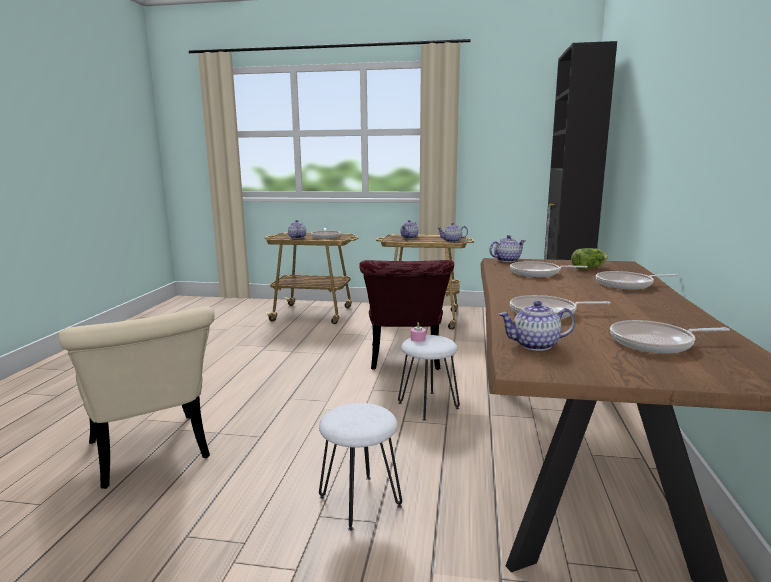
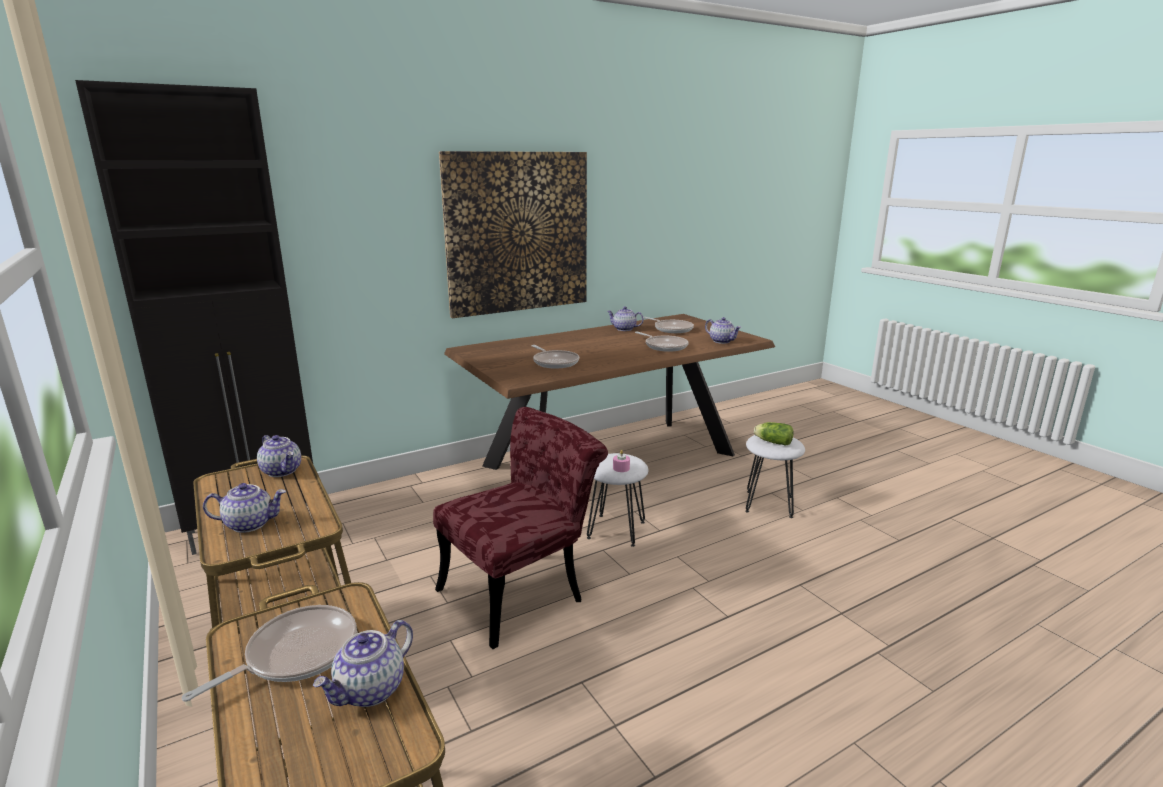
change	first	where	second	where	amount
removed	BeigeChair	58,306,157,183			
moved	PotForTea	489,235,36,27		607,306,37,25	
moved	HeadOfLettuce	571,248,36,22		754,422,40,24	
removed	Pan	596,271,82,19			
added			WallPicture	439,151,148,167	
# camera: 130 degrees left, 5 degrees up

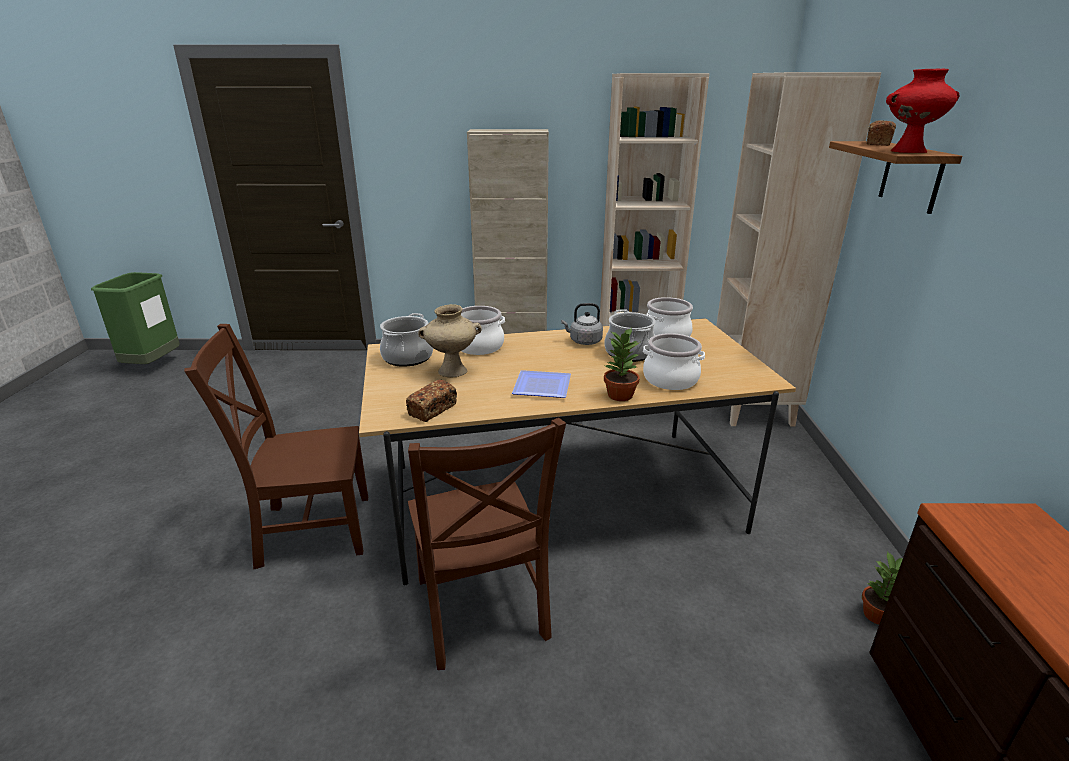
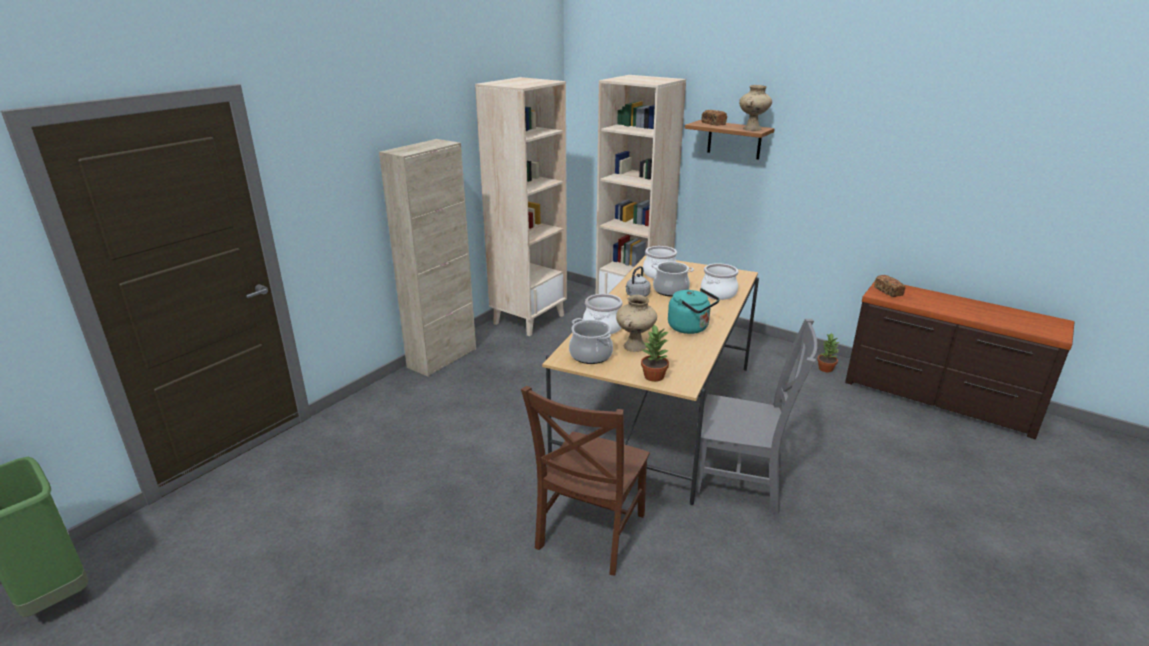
change	first	where	second	where	amount
moved	BakedBread	406,379,51,43		874,275,31,22	
recoloured	BrownColouredChair	408,418,158,252	GrayChair	695,319,123,195	
replaced	FlatDish	512,370,59,28	BlueGreenWaterKettle	668,288,52,46	
moved	PlantInAPot	603,328,37,73		641,325,28,57	
recoloured	RedColouredFlowerVase	886,69,74,84	BeigeFlowerVase	739,85,33,46	
# camera: 55 degrees left, 0 degrees up

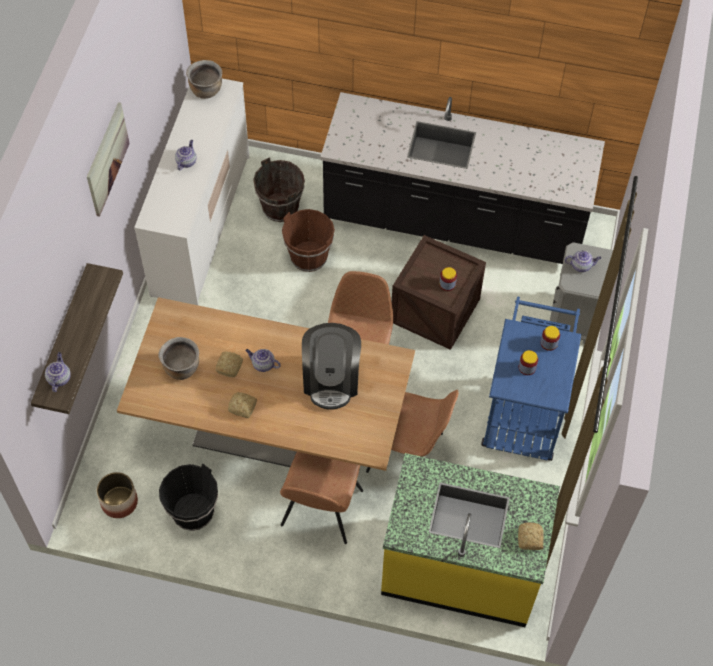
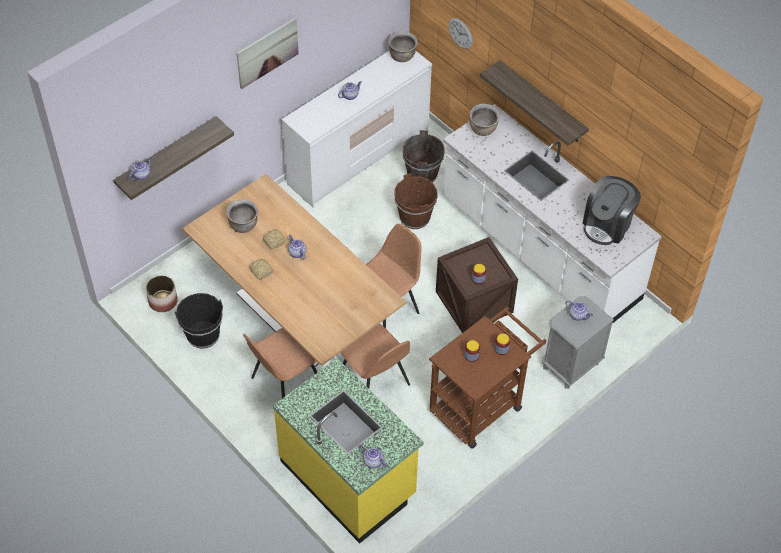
change	first	where	second	where	amount
moved	CoffeeMaker	302,323,59,87		583,176,58,69	
recoloured	BlackCounter	320,92,285,172	WhiteCounter	443,104,219,220	
recoloured	BlueColouredWheeledCart	481,296,100,165	BrownColouredWheeledCart	429,307,117,142	
replaced	BakedBread	518,522,26,28	PotForTea	359,445,28,23	
added			ClockOnTheWall	449,18,24,31	
added			BrownColouredCookingPot	470,104,30,32	
added			Shelf	480,60,109,86	
# camera: 35 degrees right, 5 degrees down

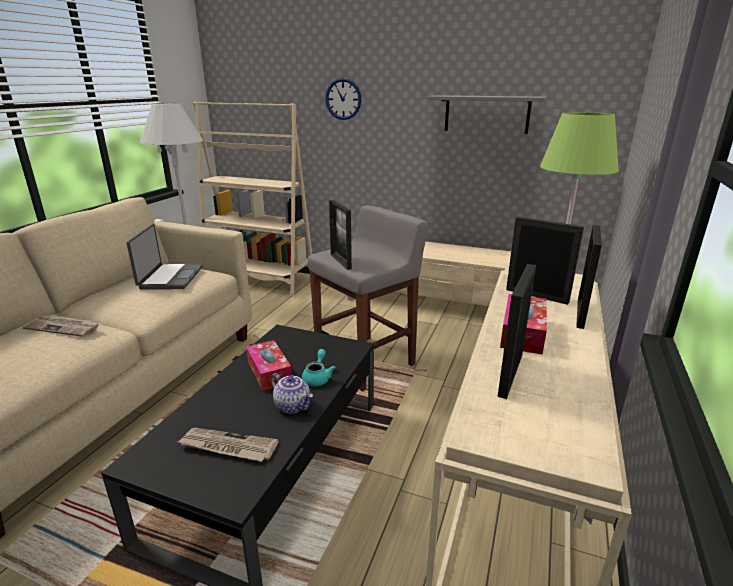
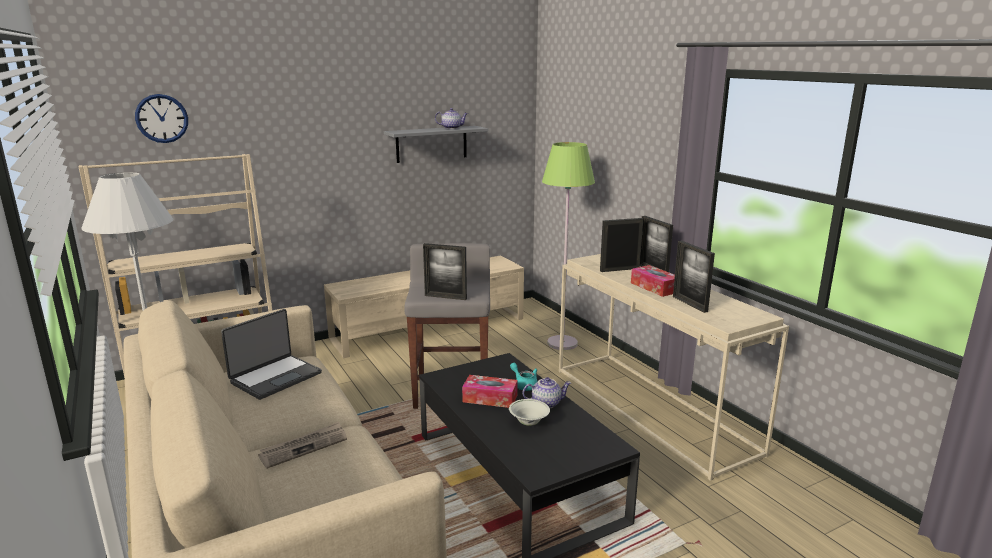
change	first	where	second	where	amount
turned	Laptop	126,224,77,66		221,309,101,91	90 degrees clockwise
removed	Newspaper	178,428,100,34			
moved	ClockOnTheWall	325,78,36,42		135,94,53,49	
added			PotForTea	435,108,33,21	
added			WhiteDeepDish	509,399,41,27	
# camera: 50 degrees left, 5 degrees down

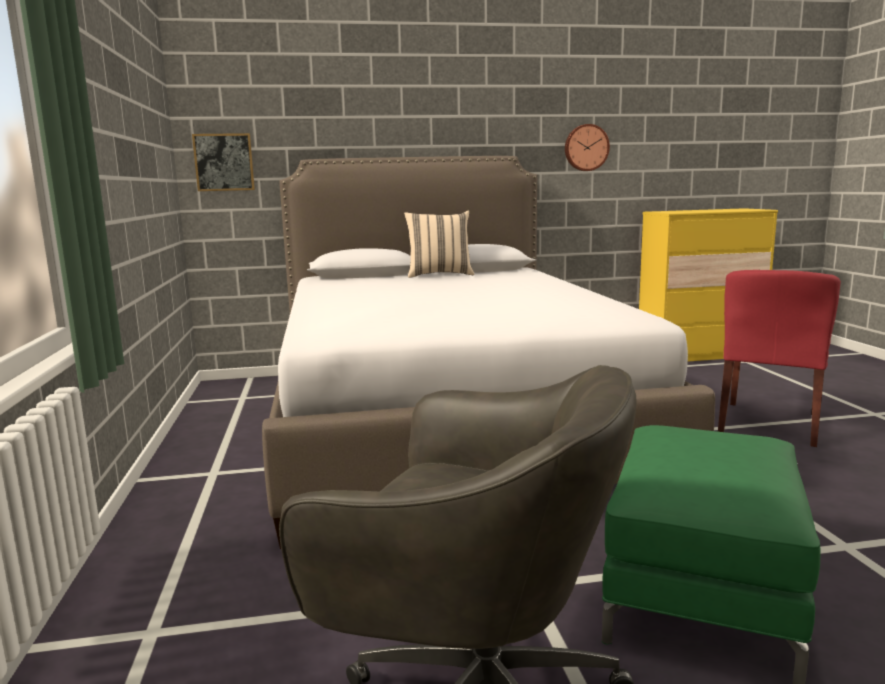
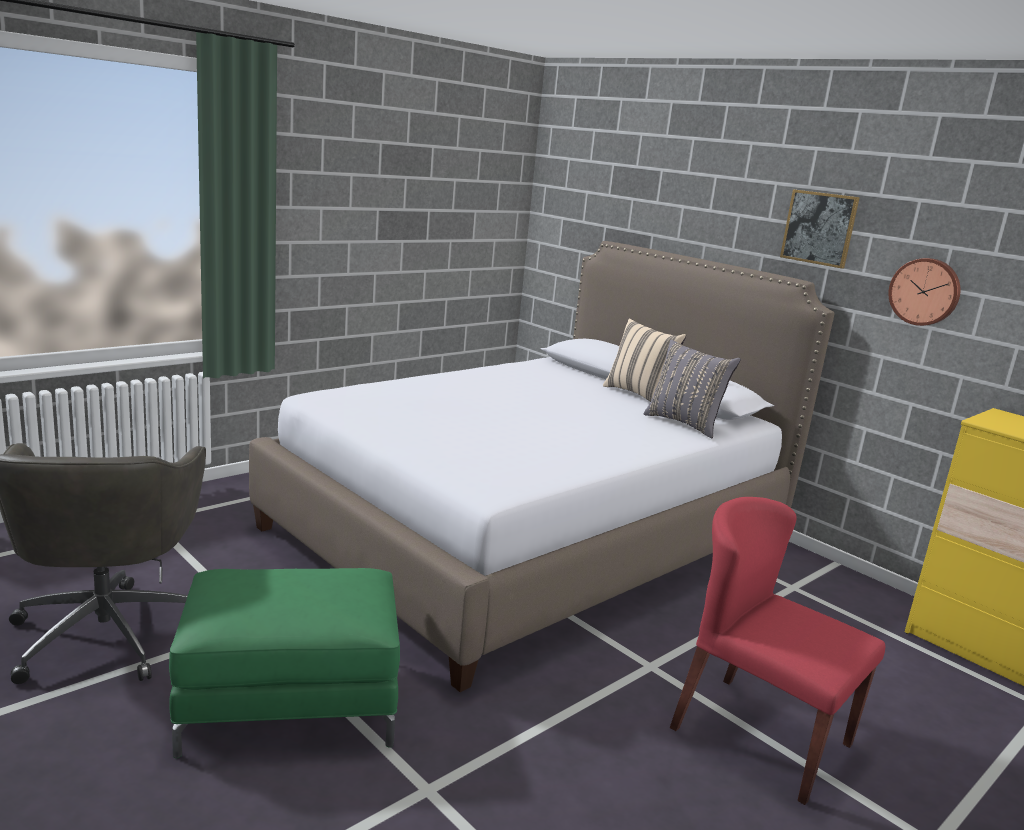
change	first	where	second	where	amount
moved	WallPicture	192,133,63,58		780,189,80,79	
turned	RedColouredChair	718,270,123,177		670,497,215,308	45 degrees clockwise
added			GrayThrowPillow	644,340,97,98	
# camera: 55 degrees right, 5 degrees up

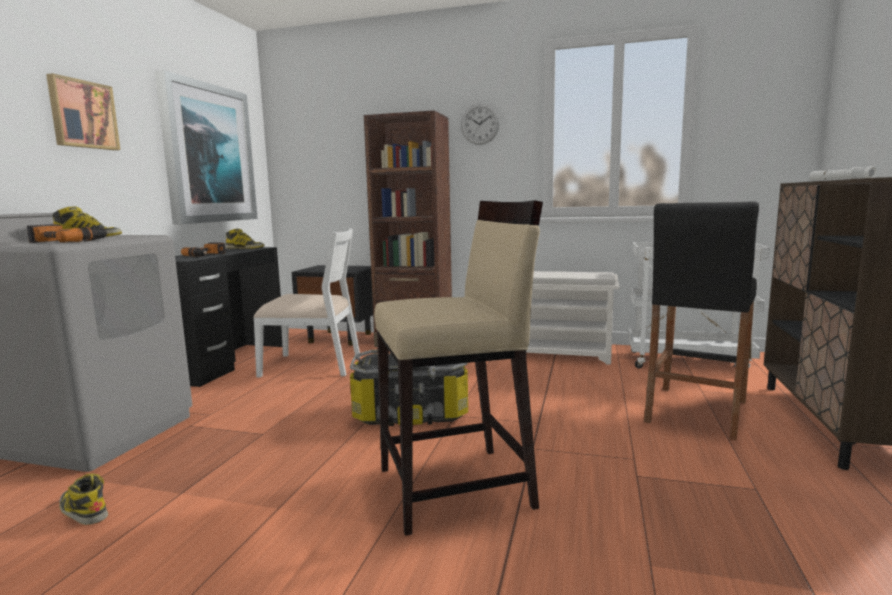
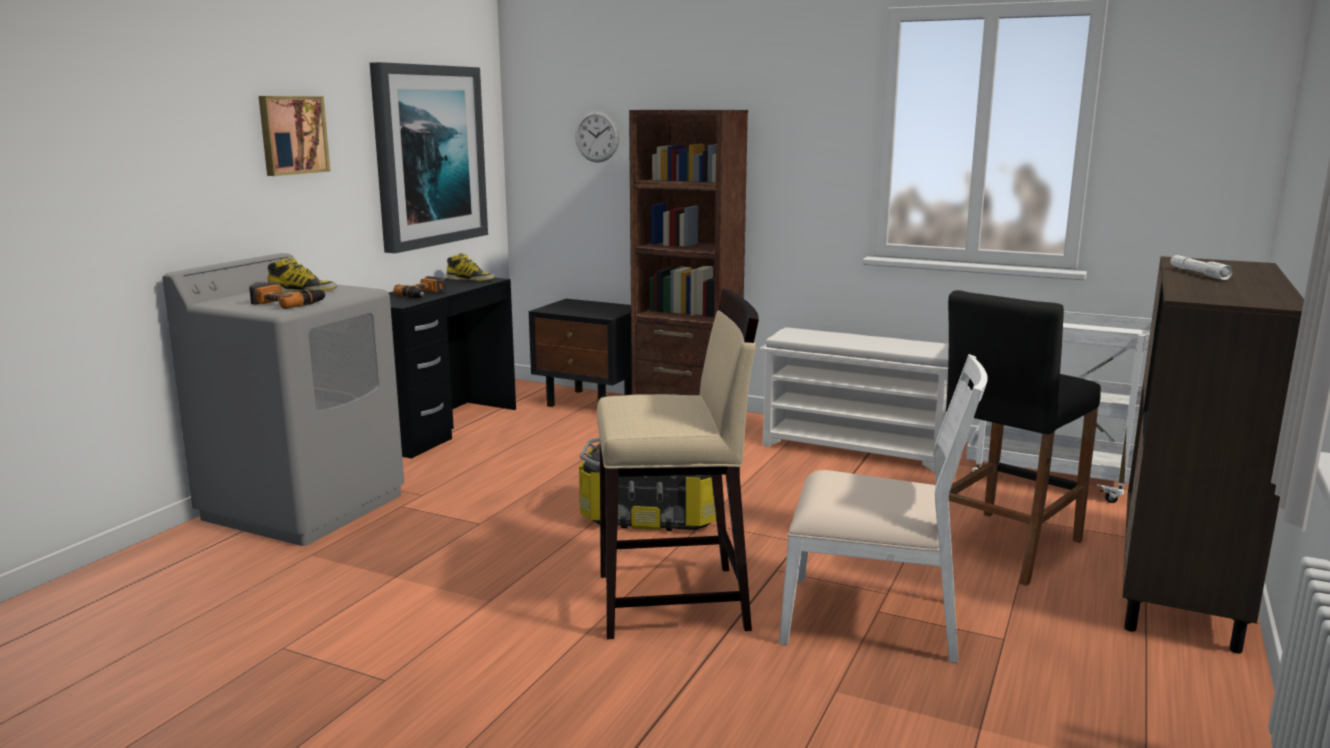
change	first	where	second	where	amount
removed	Boot	59,474,49,51			
moved	WhiteChair	253,228,108,149		779,354,209,309	
moved	ClockOnTheWall	461,104,39,41		575,110,44,53	
# camera: 10 degrees right, 5 degrees up

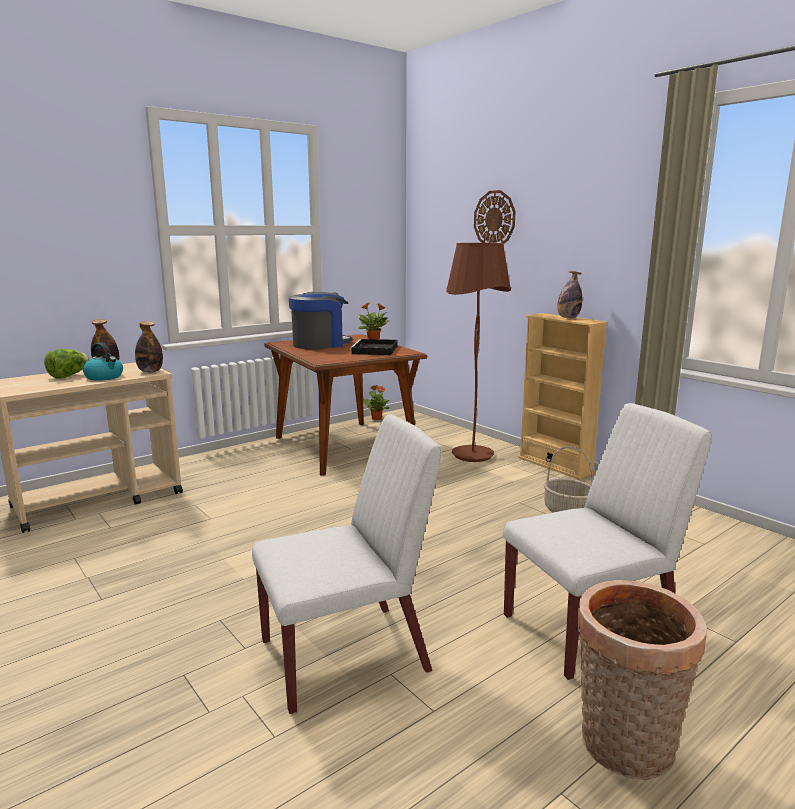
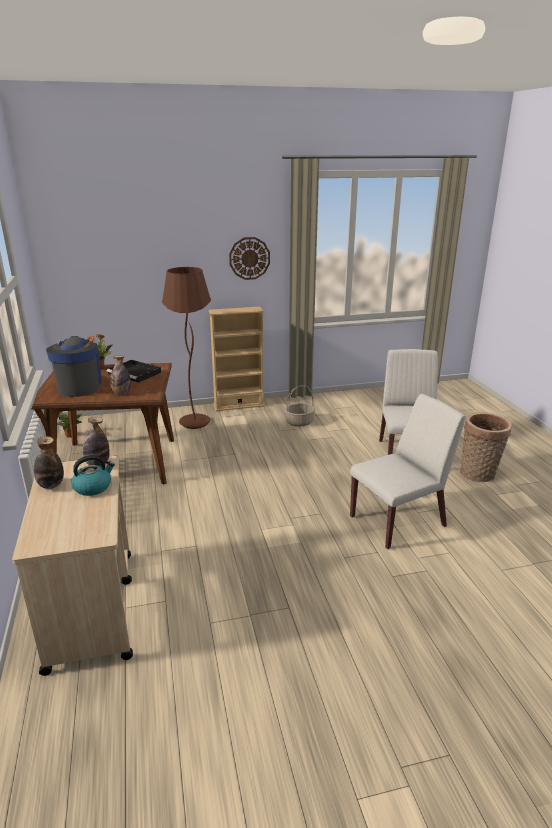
change	first	where	second	where	amount
removed	HeadOfLettuce	44,349,45,30			
turned	WhiteChair	252,414,189,300		350,394,115,155	60 degrees clockwise
moved	ClockOnTheWall	474,190,42,54		229,237,41,43	
moved	Bottle	557,271,25,47		110,356,21,39	
# camera: 65 degrees left, 10 degrees up

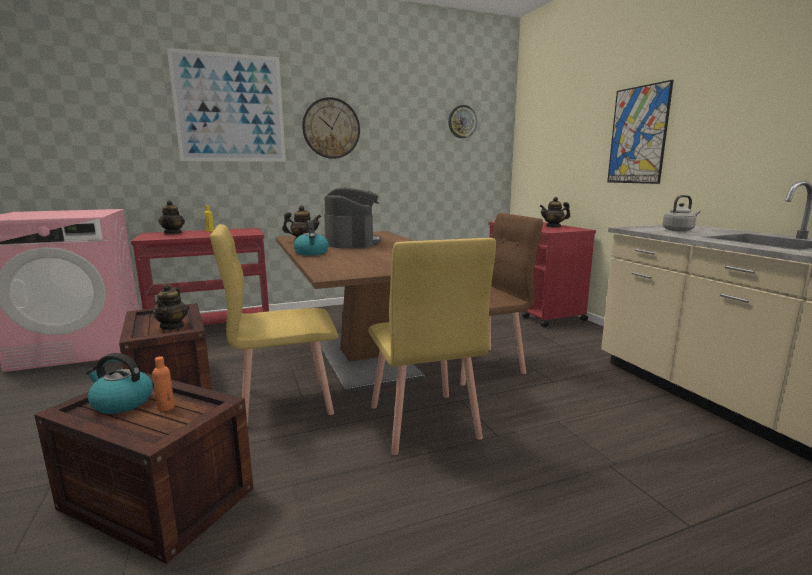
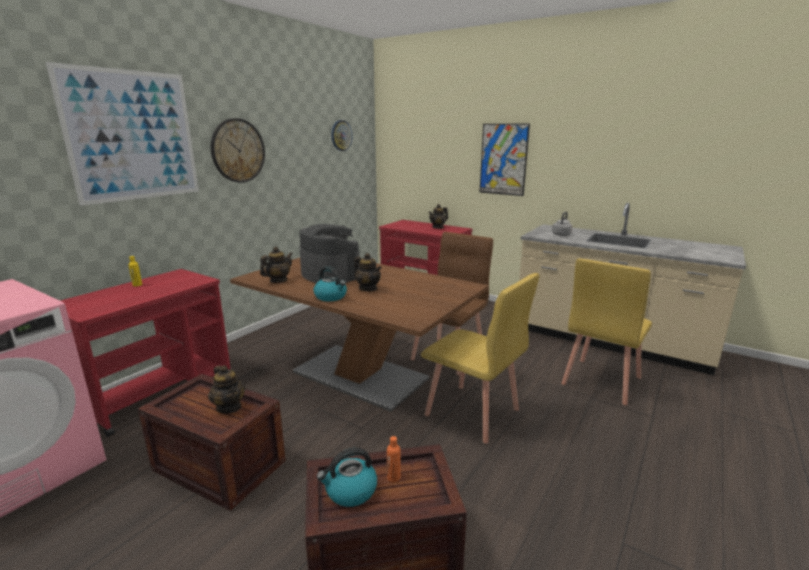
change	first	where	second	where	amount
moved	PotForTea	158,200,27,34		354,253,27,38	
moved	YellowColouredChair	210,224,128,203		561,259,91,146	
# camera: 35 degrees left, 5 degrees up

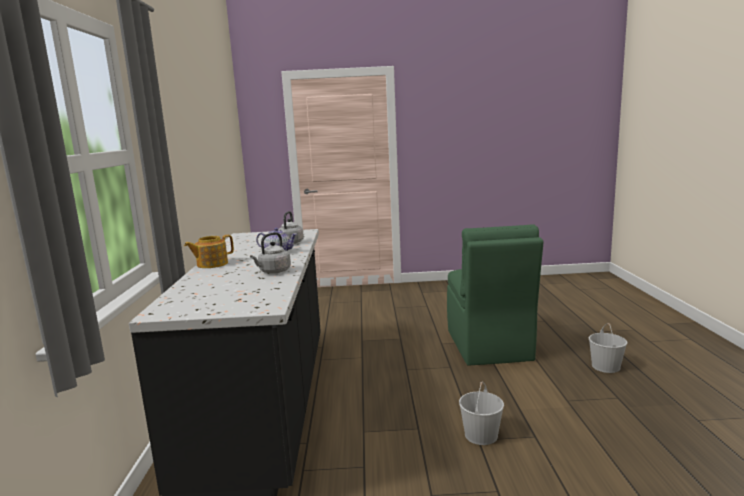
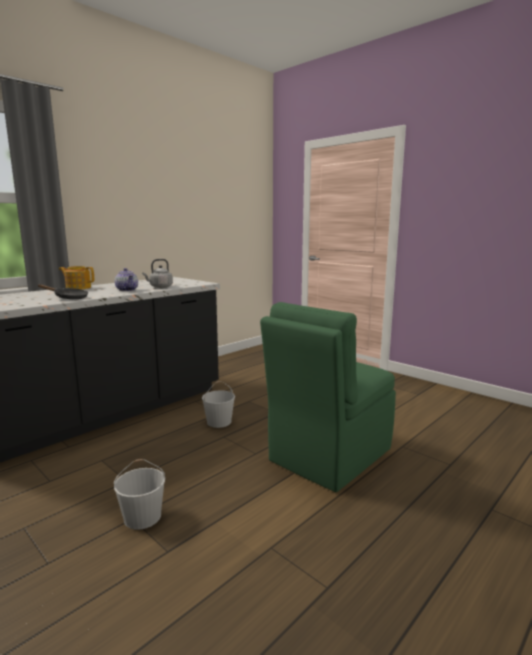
change	first	where	second	where	amount
replaced	GrayWaterKettle	250,232,41,42	BlackPan	38,284,50,15	
moved	WhiteBucket	589,323,39,50		202,381,33,47	
# camera: 45 degrees right, 0 degrees up

